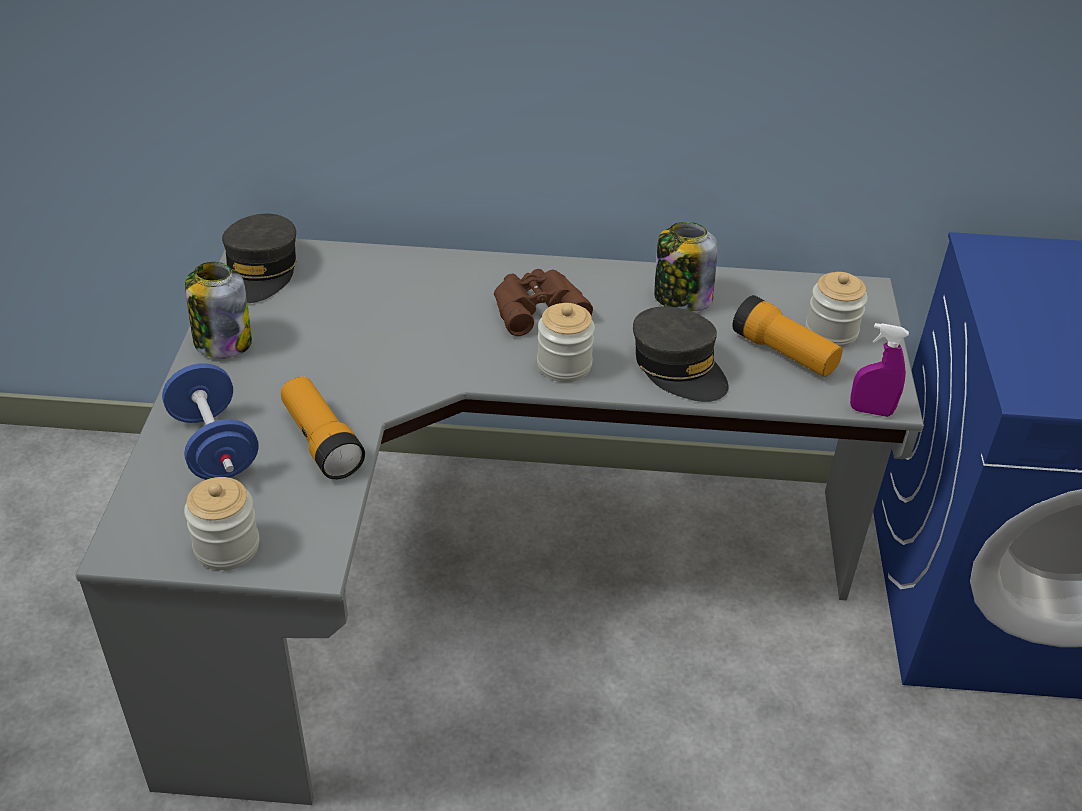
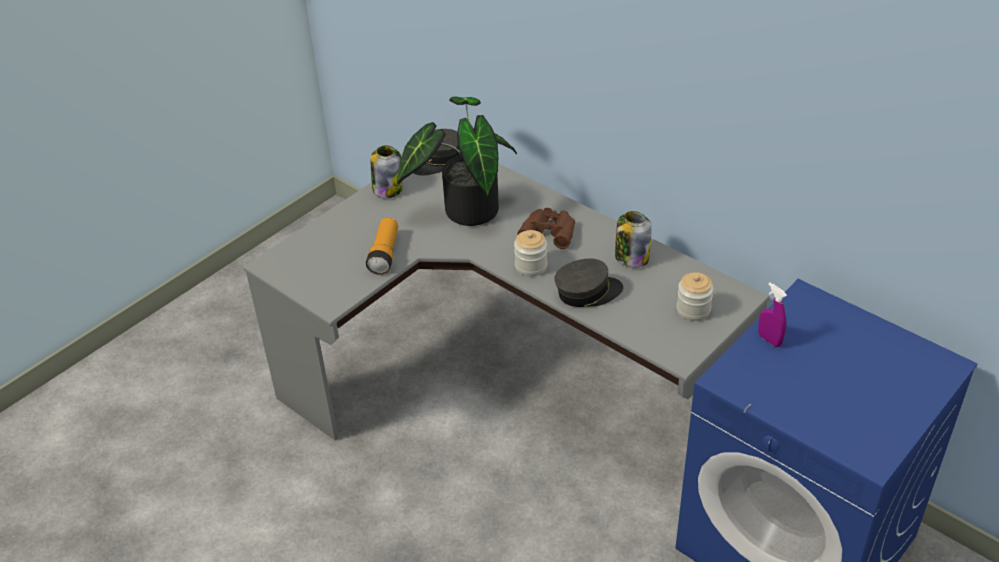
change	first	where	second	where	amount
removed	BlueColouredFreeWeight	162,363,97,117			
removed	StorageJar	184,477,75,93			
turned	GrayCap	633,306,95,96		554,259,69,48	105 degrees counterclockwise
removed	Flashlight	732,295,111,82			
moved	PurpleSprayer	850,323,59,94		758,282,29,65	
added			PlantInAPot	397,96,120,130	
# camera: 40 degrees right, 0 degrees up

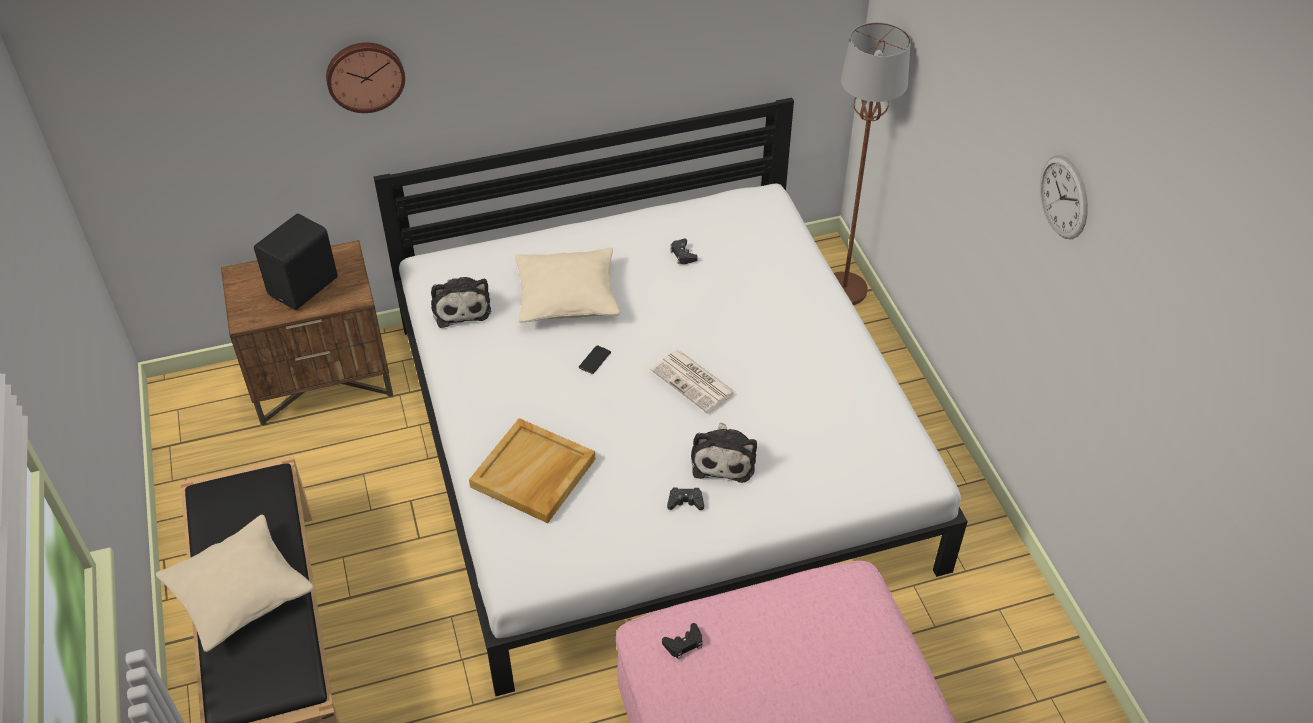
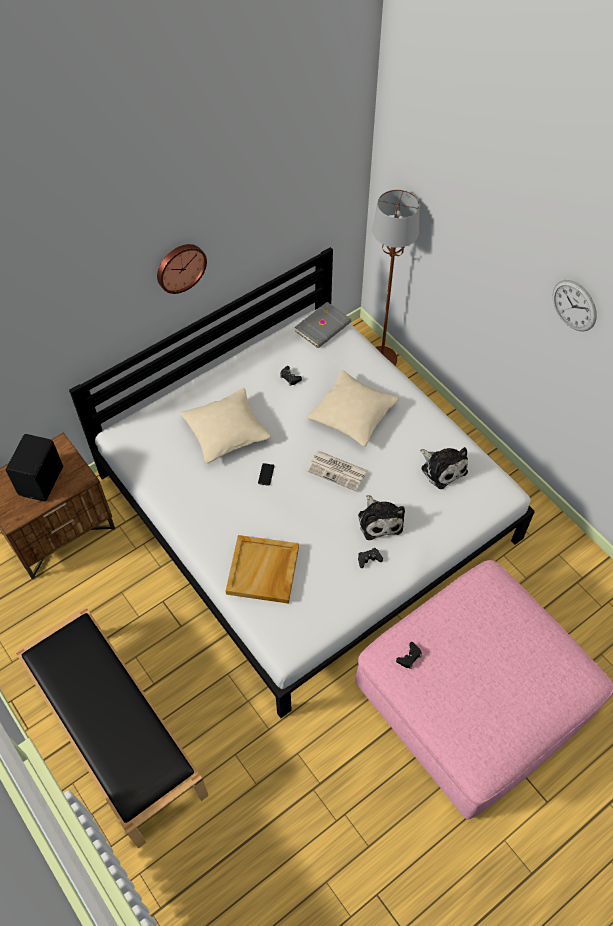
change	first	where	second	where	amount
moved	BeigeThrowPillow	156,514,158,138		307,370,92,77	
moved	ClockOnTheWall	326,42,79,71		157,244,50,50	
moved	SoftToy	431,277,60,51		420,447,48,42	
added			GrayBook	295,302,56,46	
# camera: 20 degrees left, 10 degrees up

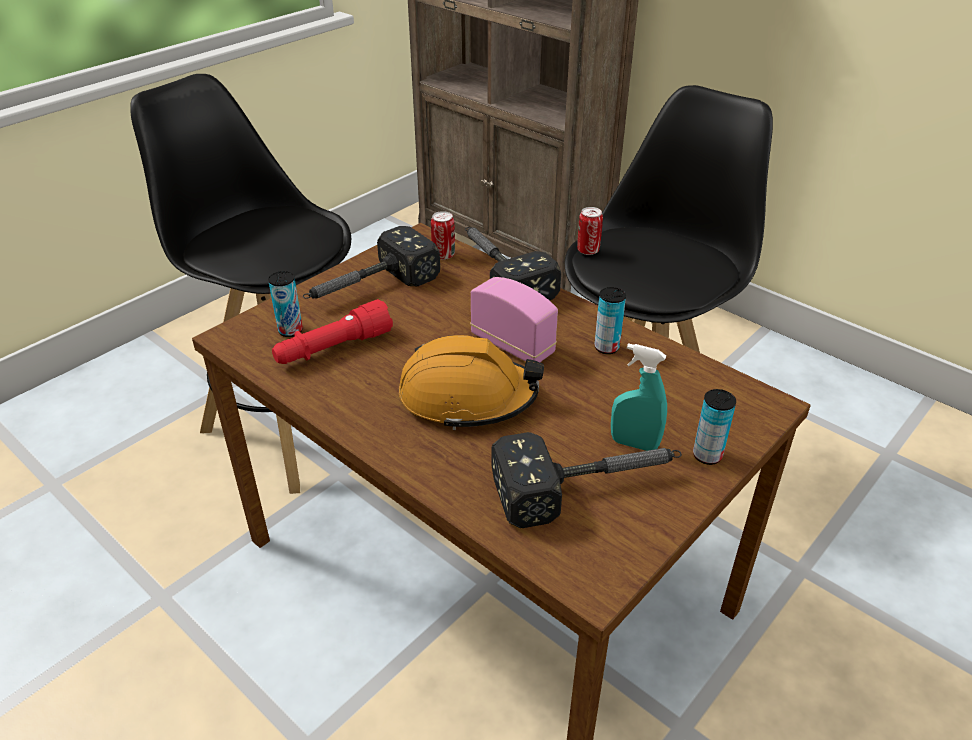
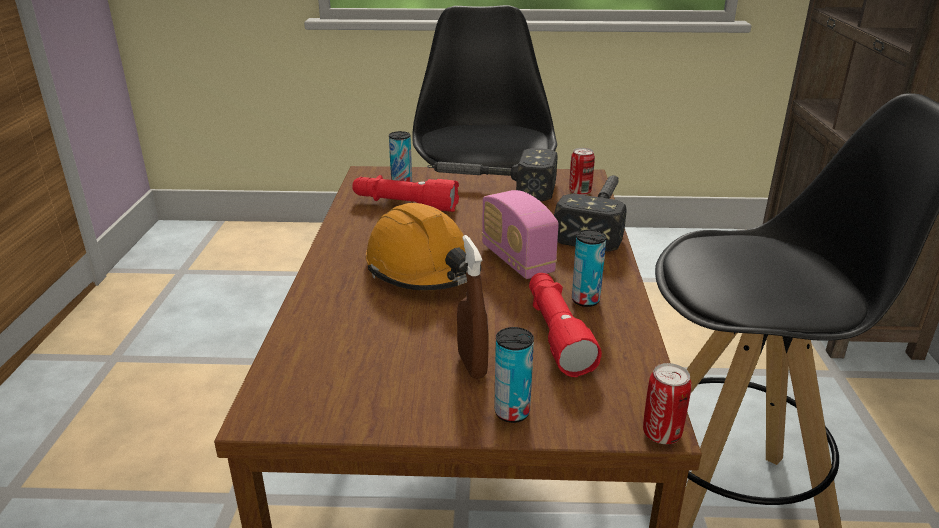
change	first	where	second	where	amount
turned	Radio	470,277,88,85		482,190,77,89	150 degrees clockwise
removed	Hammer	491,432,191,96			
moved	MetalCan	577,207,26,48		643,363,49,81	
recoloured	BlueGreenSprayer	611,343,56,108	BrownColouredSprayer	457,235,31,144	
added			RedColouredFlashlight	529,273,73,104	
# camera: 50 degrees right, 10 degrees down

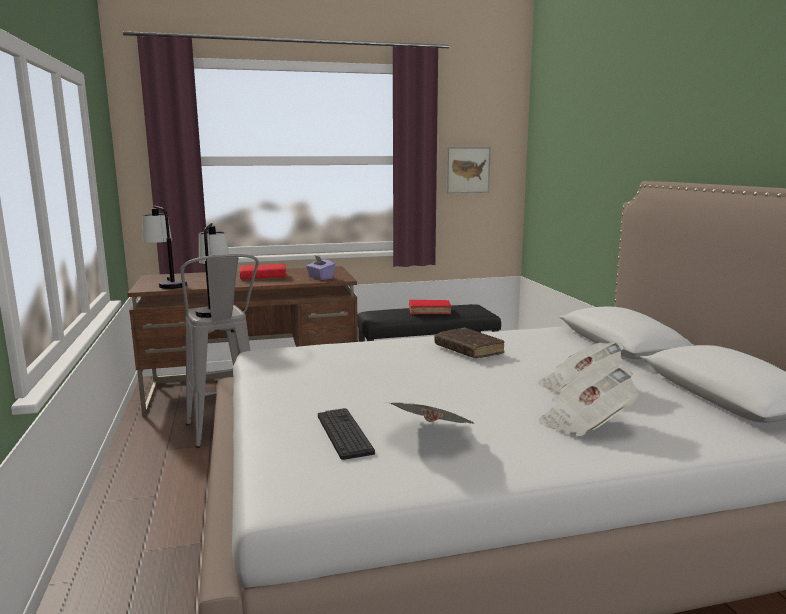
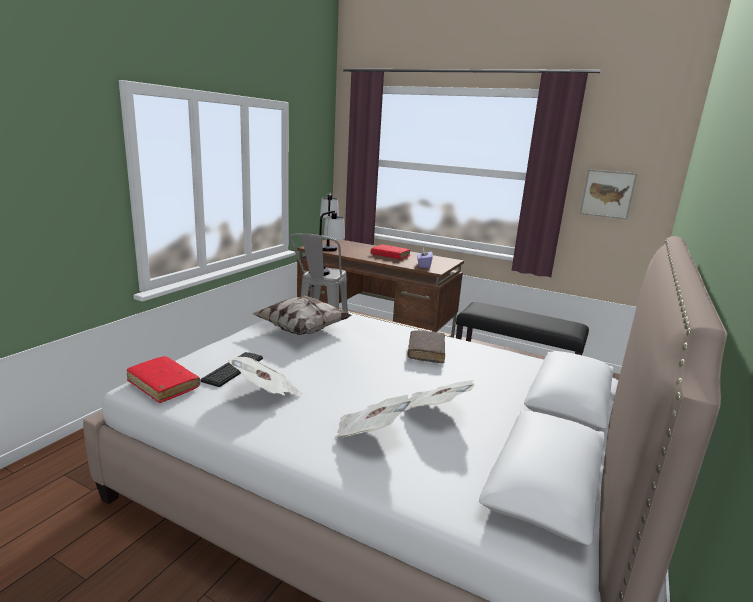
change	first	where	second	where	amount
moved	RedColouredBook	409,300,43,15		127,356,73,47	
added			ThrowPillow	251,296,101,39	
# camera: 40 degrees right, 5 degrees up

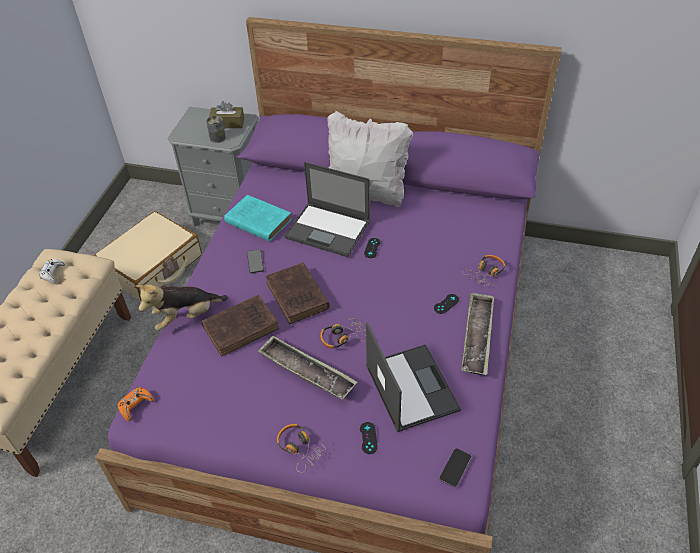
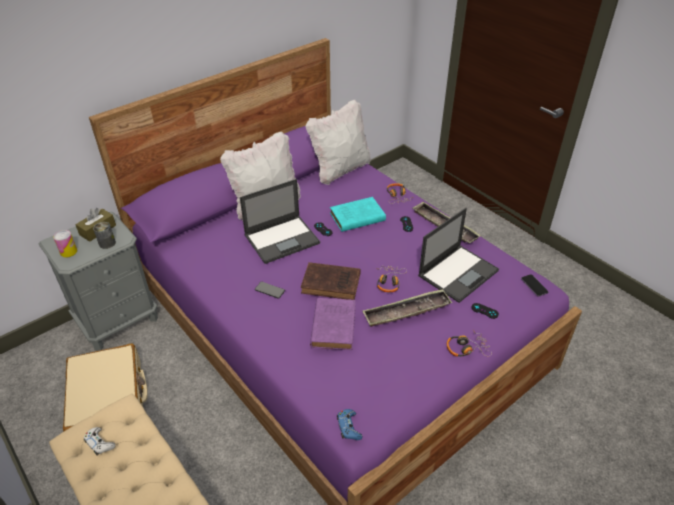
change	first	where	second	where	amount
recoloured	OrangeGameController	118,387,36,34	BlueColouredGameController	337,409,25,31	
removed	SoftToy	136,284,92,47			
recoloured	BrownColouredBook	201,295,79,62	PurpleBook	310,298,46,52	
moved	BlueGreenBook	224,195,68,47		330,197,56,35	
turned	Laptop	366,322,95,110		418,208,81,95	120 degrees clockwise
added			MetalCan	53,230,24,28	
added			WhiteThrowPillow	305,100,66,85	
# camera: 55 degrees left, 5 degrees down

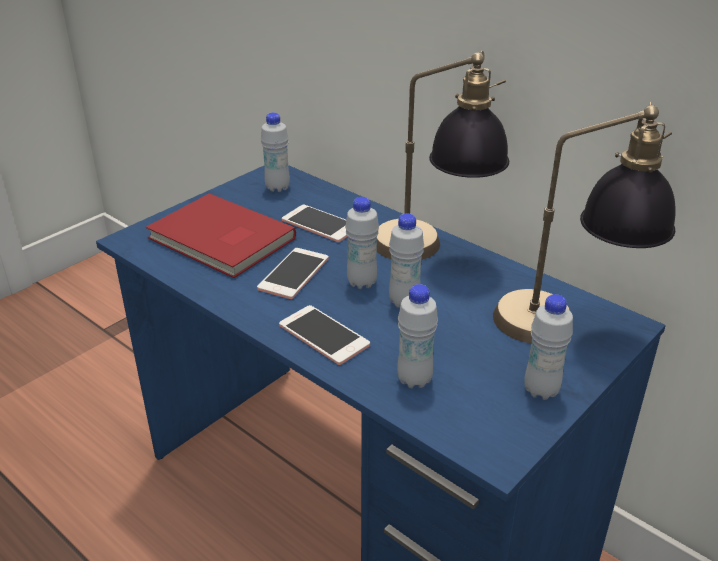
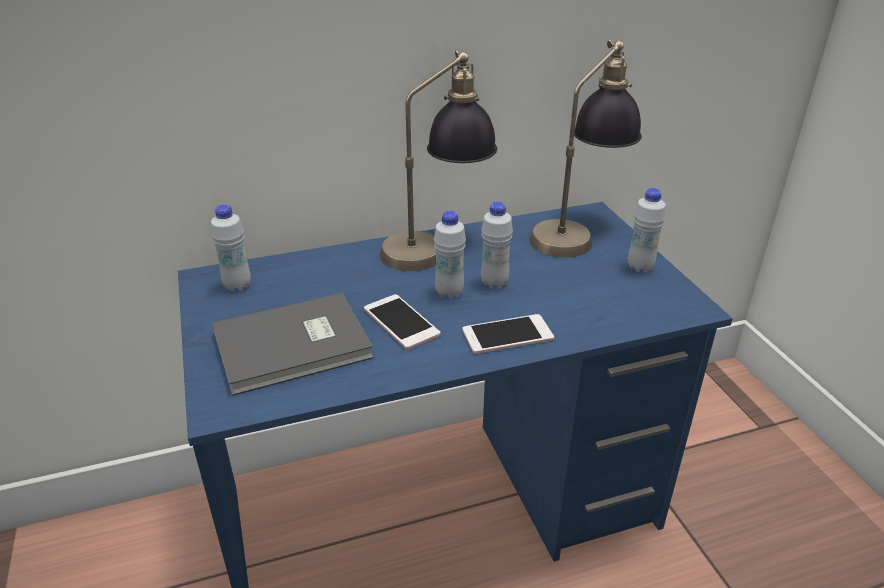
change	first	where	second	where	amount
recoloured	RedColouredBook	146,193,150,85	GrayBook	212,293,161,103	
removed	Handset	282,205,65,37			
removed	WhiteBottle	397,284,41,104			
# camera: 60 degrees left, 0 degrees up

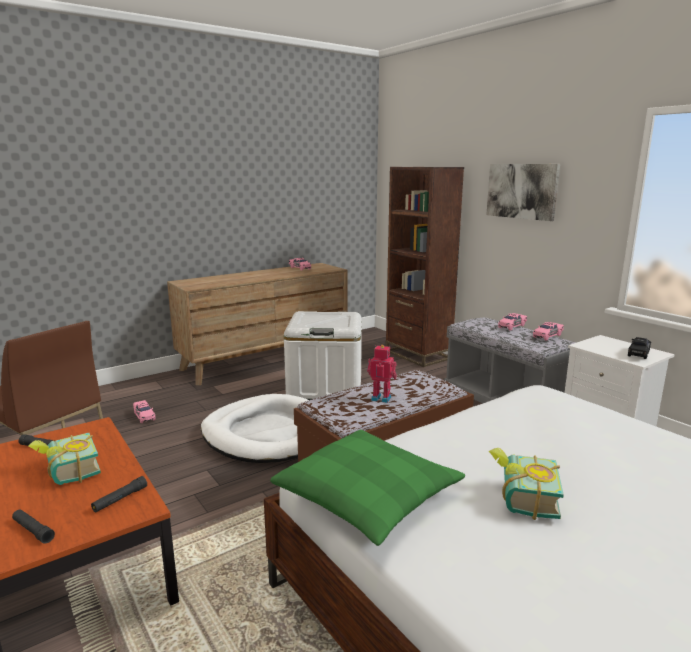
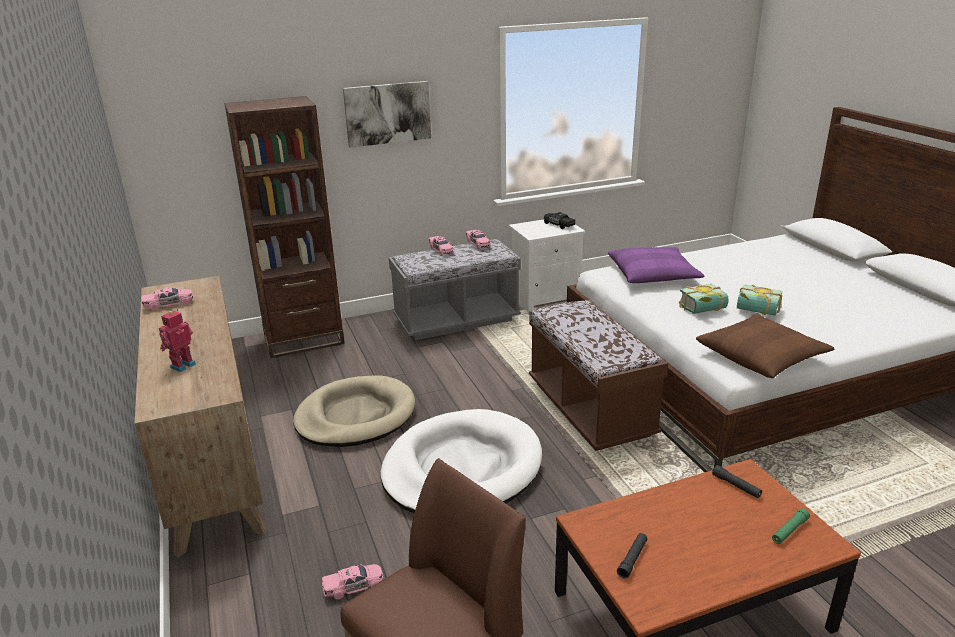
change	first	where	second	where	amount
recoloured	BlackFlashlight	12,510,43,33	GreenishFlashlight	772,508,38,36	
moved	Book	28,433,73,52		679,284,49,30	
recoloured	GreenishThrowPillow	270,430,195,116	BrownColouredThrowPillow	696,314,139,64	
replaced	WhiteStorageContainer	284,311,78,89	BeigeDogBed	293,376,122,71	
moved	ModelRobot	367,345,30,58		159,309,37,63	
added			PurpleThrowPillow	608,247,96,36	
# camera: 75 degrees left, 10 degrees up

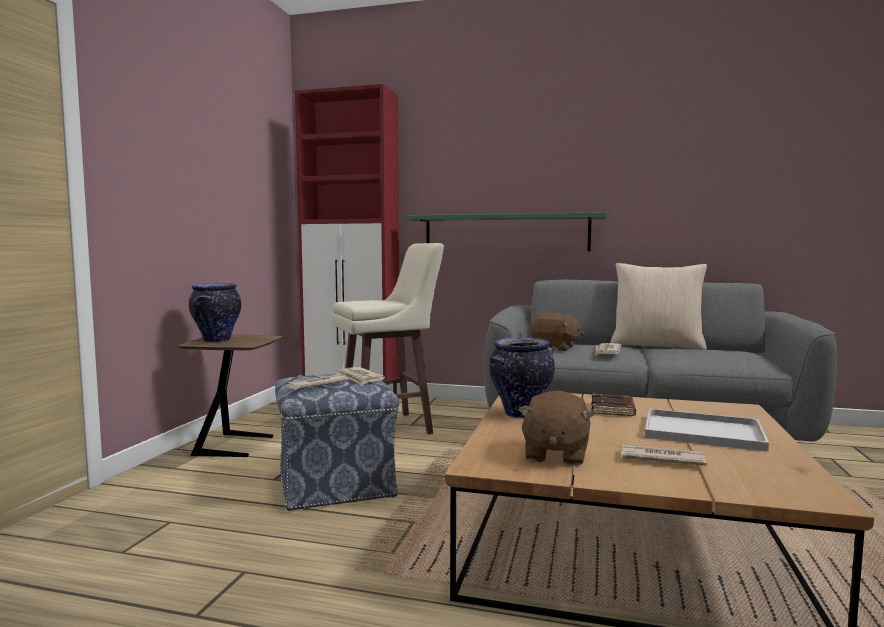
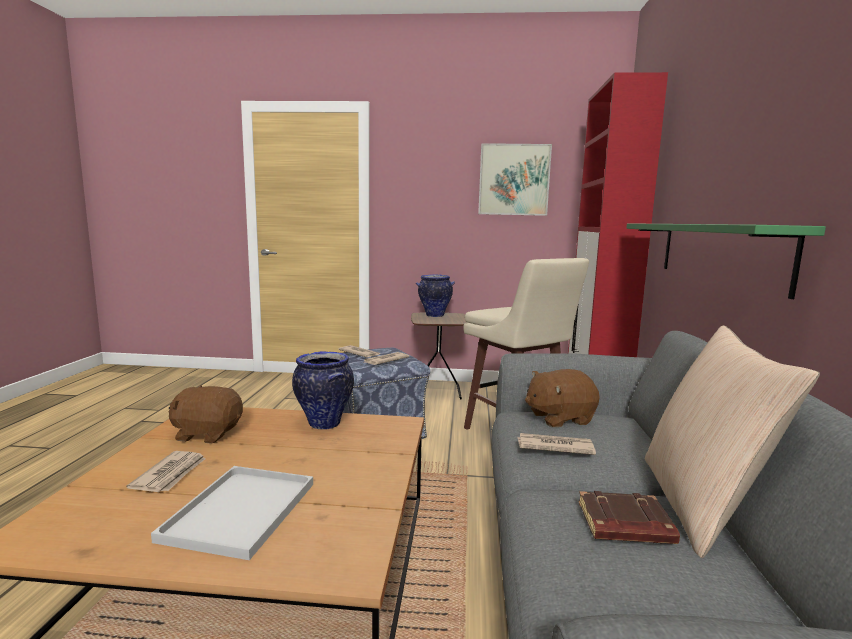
change	first	where	second	where	amount
turned	BrownColouredSoftToy	530,313,54,38		525,369,74,58	60 degrees clockwise
moved	BrownColouredBook	591,394,45,22		579,491,101,53	
added			WallPicture	478,143,74,73	
# camera: 80 degrees right, 5 degrees up

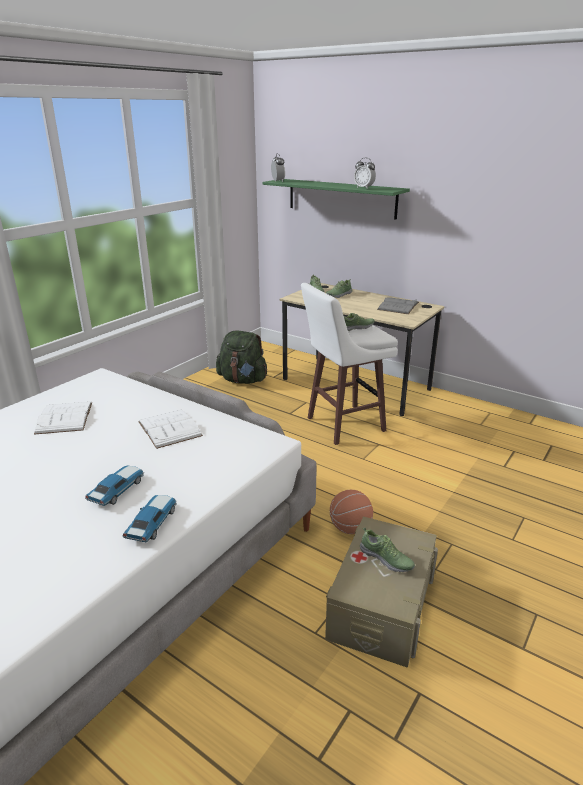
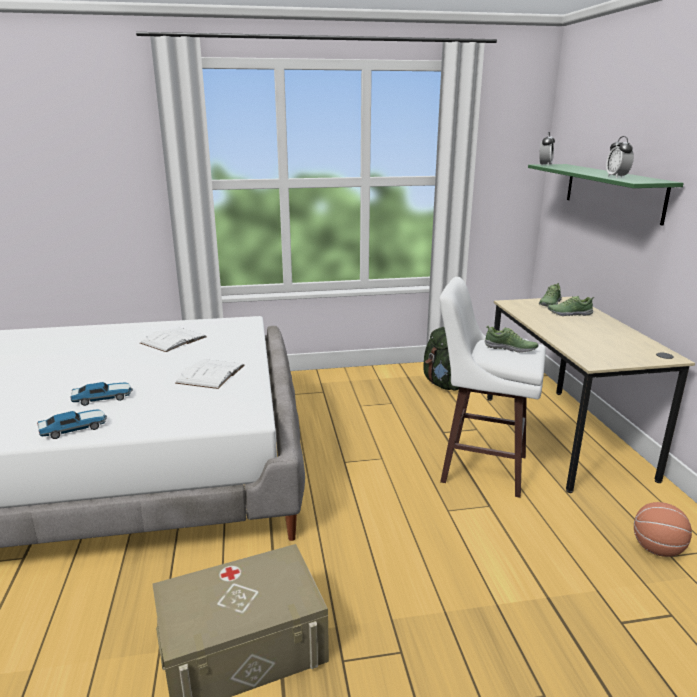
change	first	where	second	where	amount
moved	Basketball	330,490,43,44		634,502,58,55	
removed	Shoe	360,527,55,45			
removed	GrayBook	377,297,42,17			
# camera: 45 degrees right, 5 degrees down

